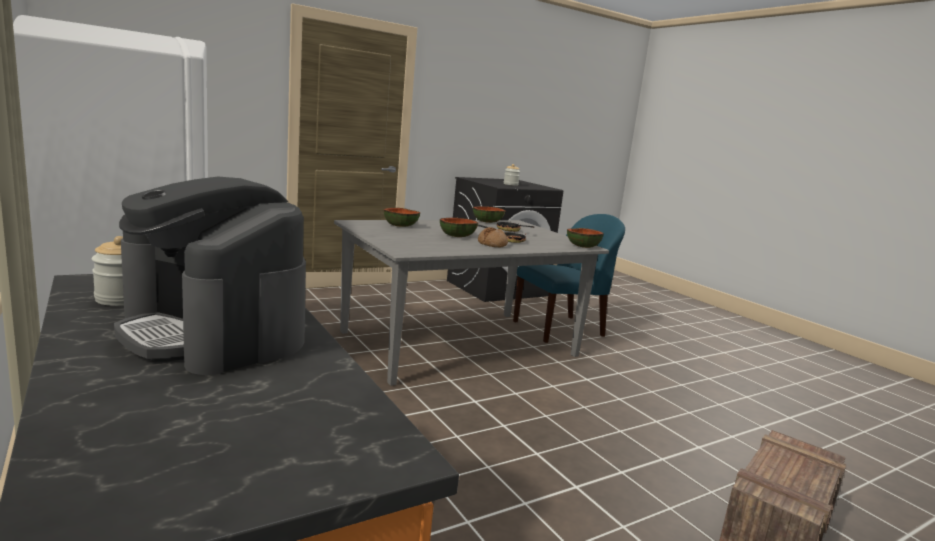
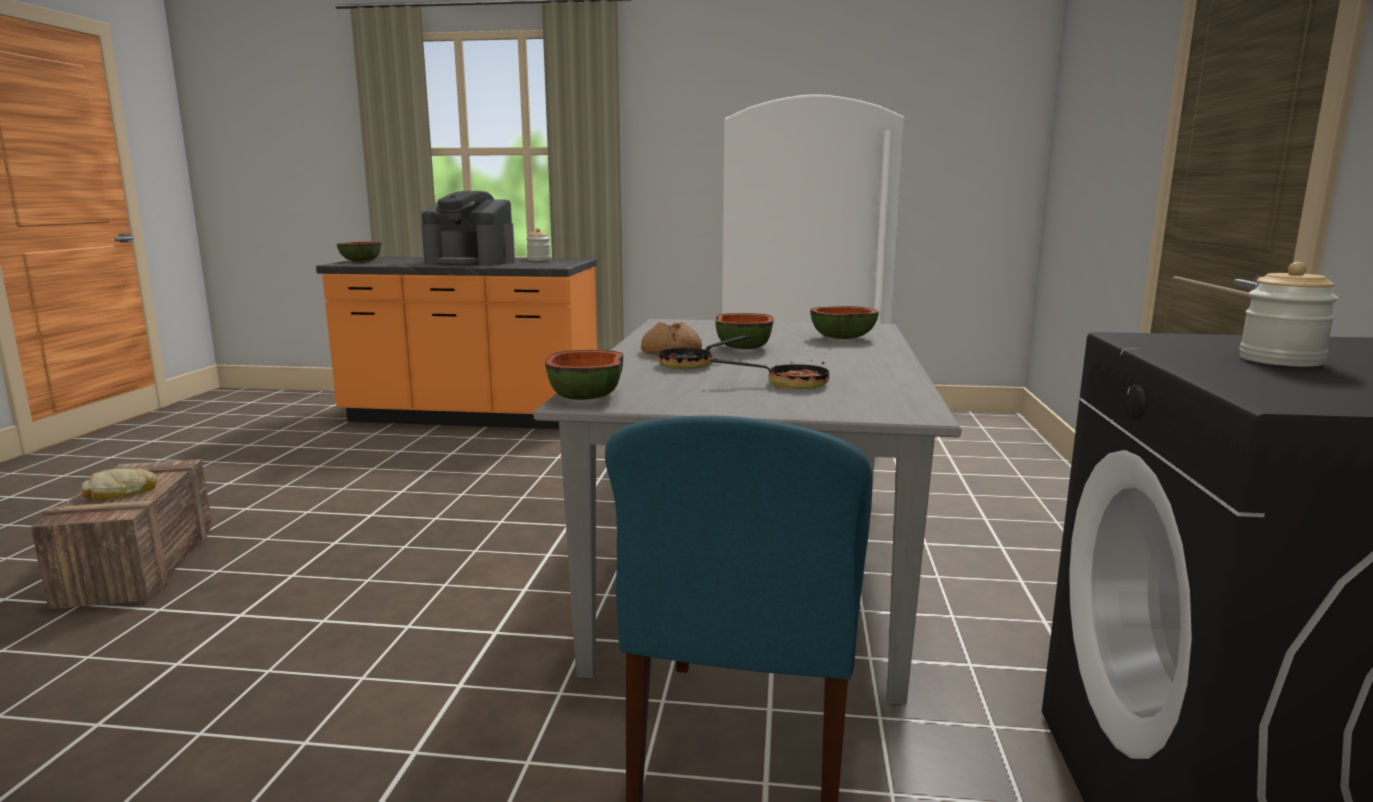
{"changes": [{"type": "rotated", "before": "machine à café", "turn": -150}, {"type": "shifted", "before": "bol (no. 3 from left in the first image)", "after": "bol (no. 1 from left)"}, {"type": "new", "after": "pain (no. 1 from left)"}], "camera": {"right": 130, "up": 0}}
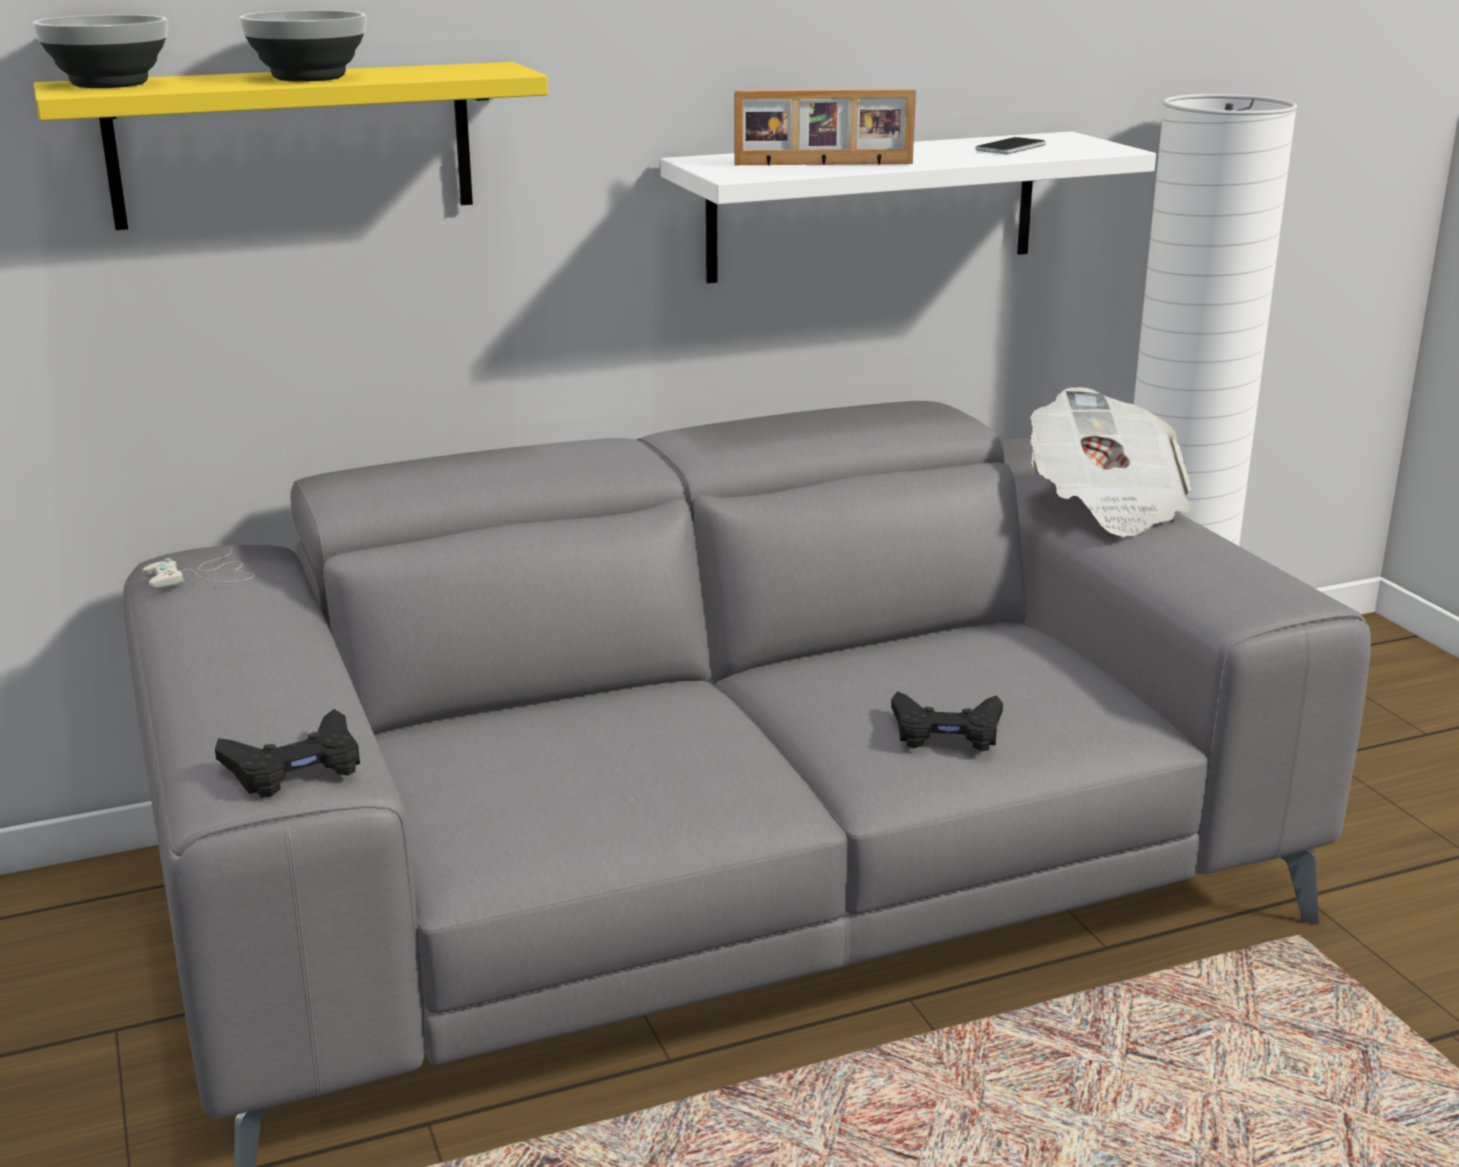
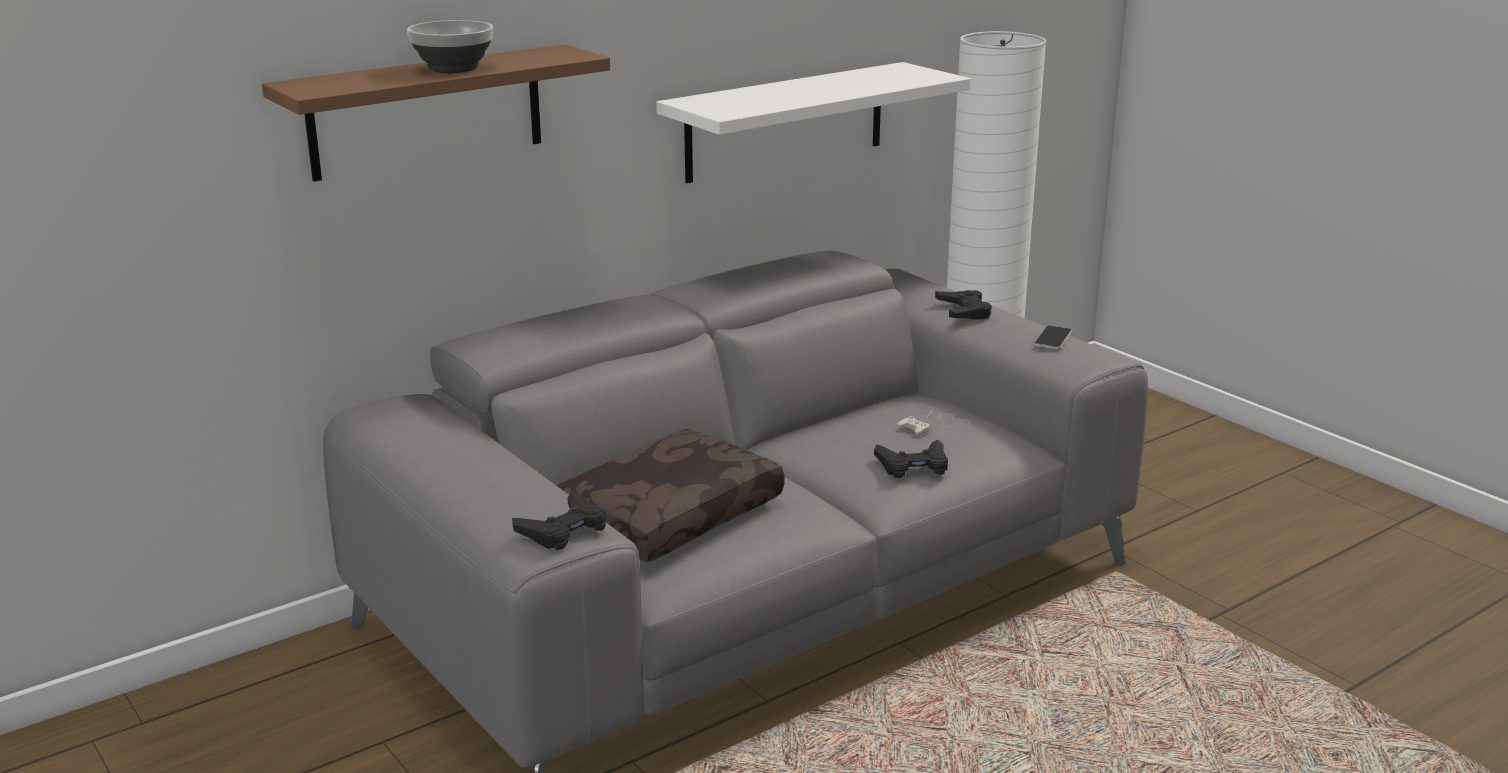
{"changes": [{"type": "gone", "before": "bol (no. 1 from left)"}, {"type": "repainted", "before": "étagère [jaune]", "after": "étagère [marron]"}, {"type": "gone", "before": "cadre photo"}, {"type": "shifted", "before": "téléphone"}, {"type": "swapped", "before": "journal", "after": "manette [noir] (no. 3 from left)"}, {"type": "shifted", "before": "manette [blanc]"}, {"type": "new", "after": "coussin [marron]"}], "camera": {"right": -15, "up": 0}}
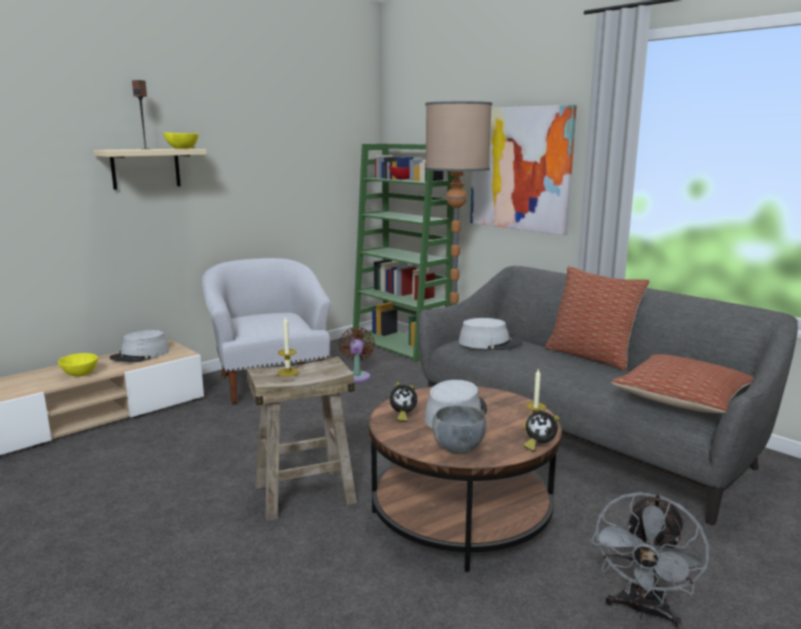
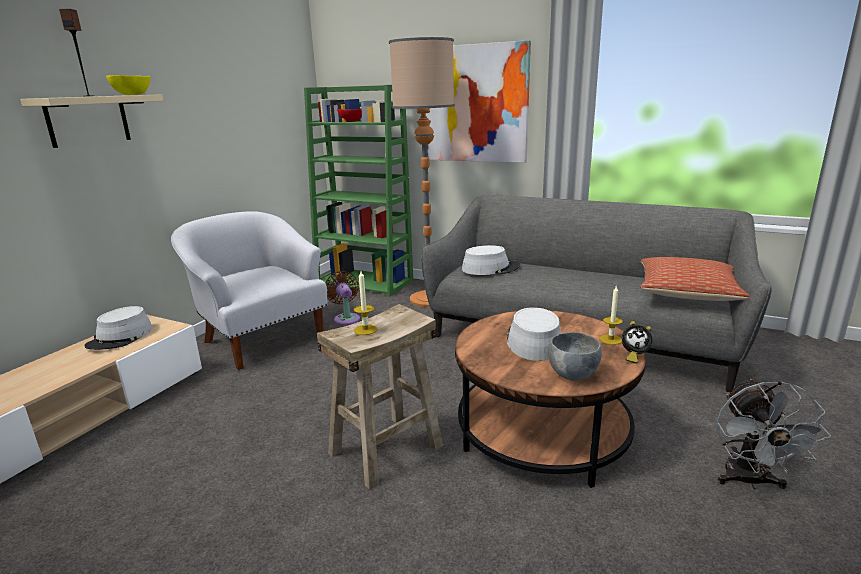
{"changes": [{"type": "gone", "before": "coussin (no. 1 from left)"}, {"type": "gone", "before": "bol [jaune] (no. 1 from left)"}, {"type": "gone", "before": "réveil (no. 1 from left)"}], "camera": {"right": -20, "up": 5}}
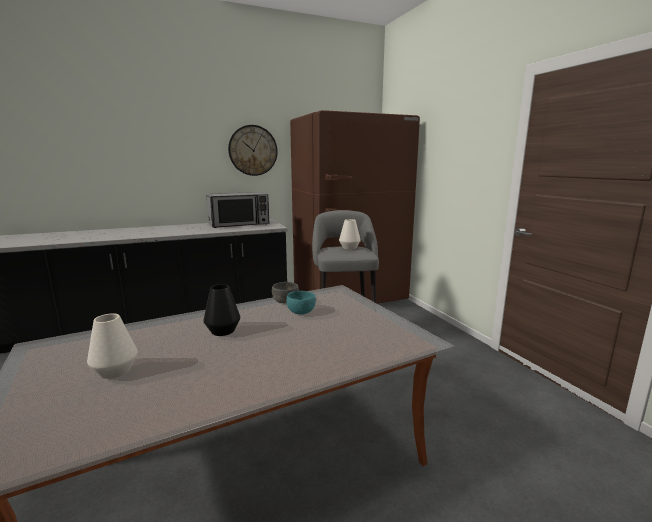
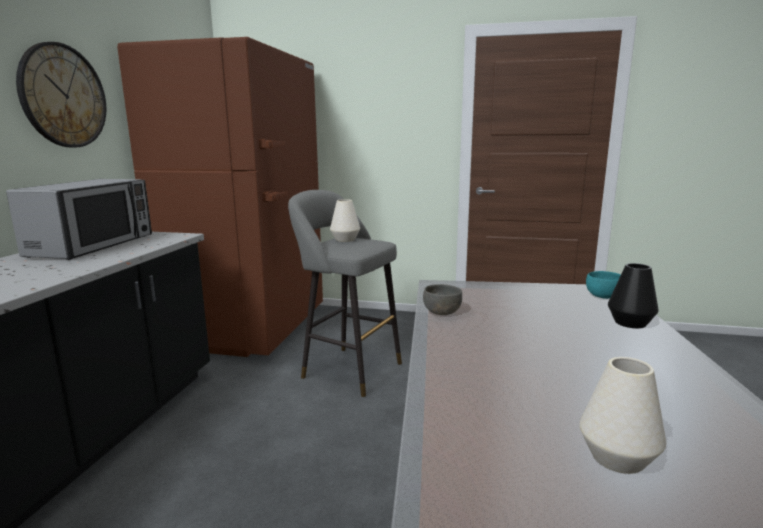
{"changes": [{"type": "shifted", "before": "vase [noir]"}, {"type": "shifted", "before": "bol [turquoise]"}], "camera": {"right": -55, "up": 0}}
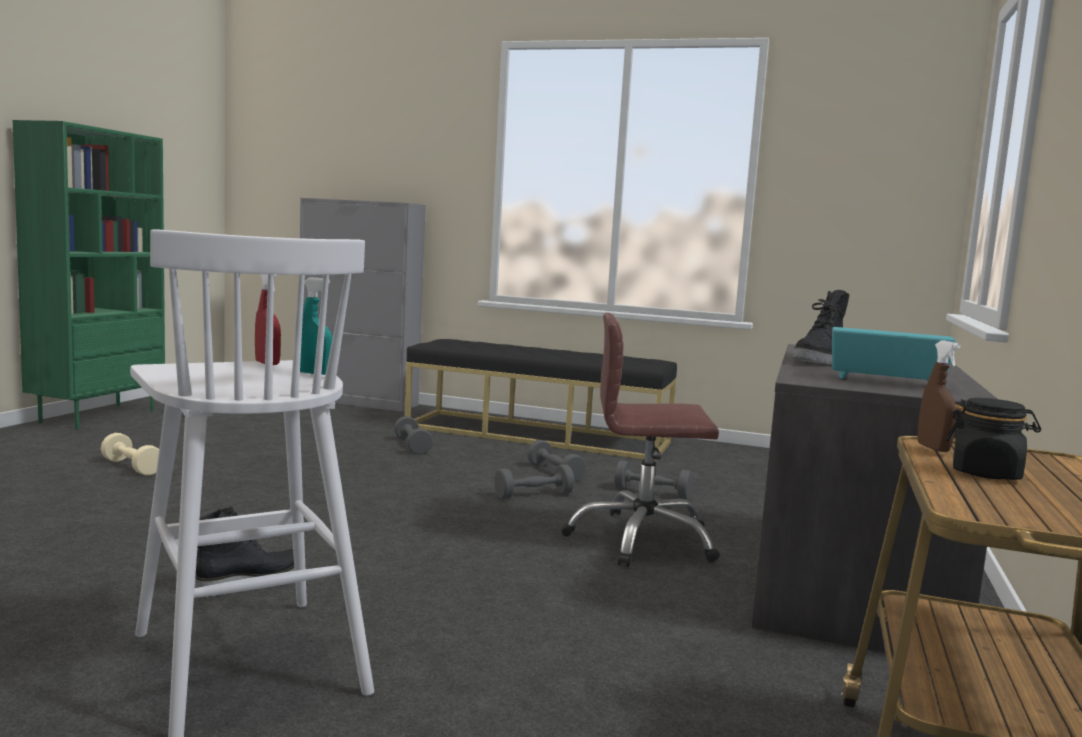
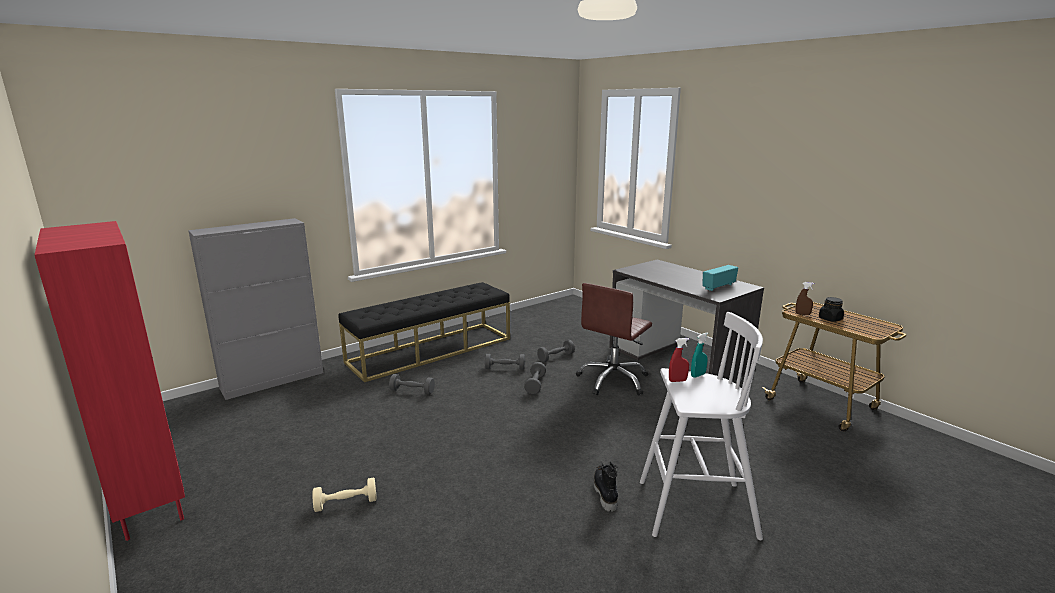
{"changes": [{"type": "repainted", "before": "bibliothèque [vert]", "after": "bibliothèque [rouge]"}, {"type": "gone", "before": "botte [noir] (no. 2 from left)"}], "camera": {"right": -55, "up": 10}}
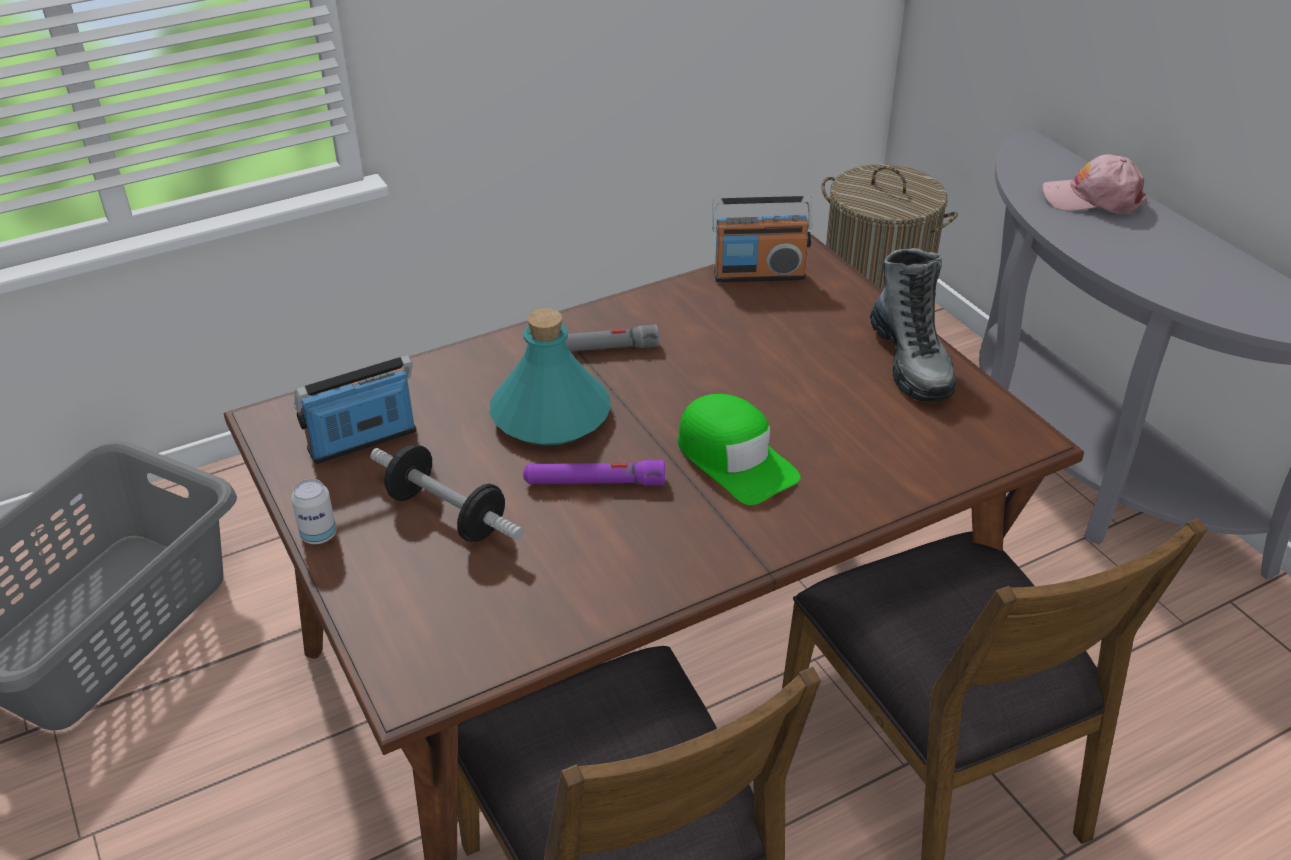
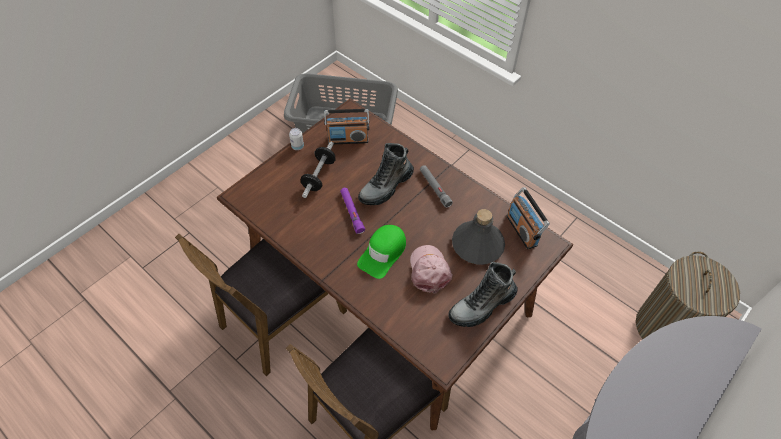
{"changes": [{"type": "shifted", "before": "casquette [rose]"}, {"type": "swapped", "before": "bouteille [turquoise]", "after": "botte (no. 1 from left)"}, {"type": "rotated", "before": "radio (no. 1 from left)", "turn": 135}, {"type": "new", "after": "bouteille [gris]"}], "camera": {"right": 70, "up": 15}}
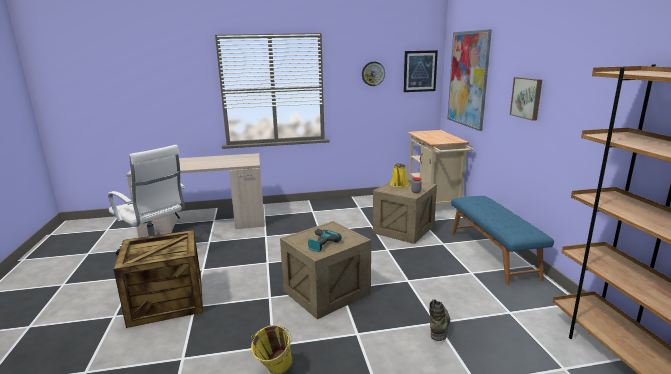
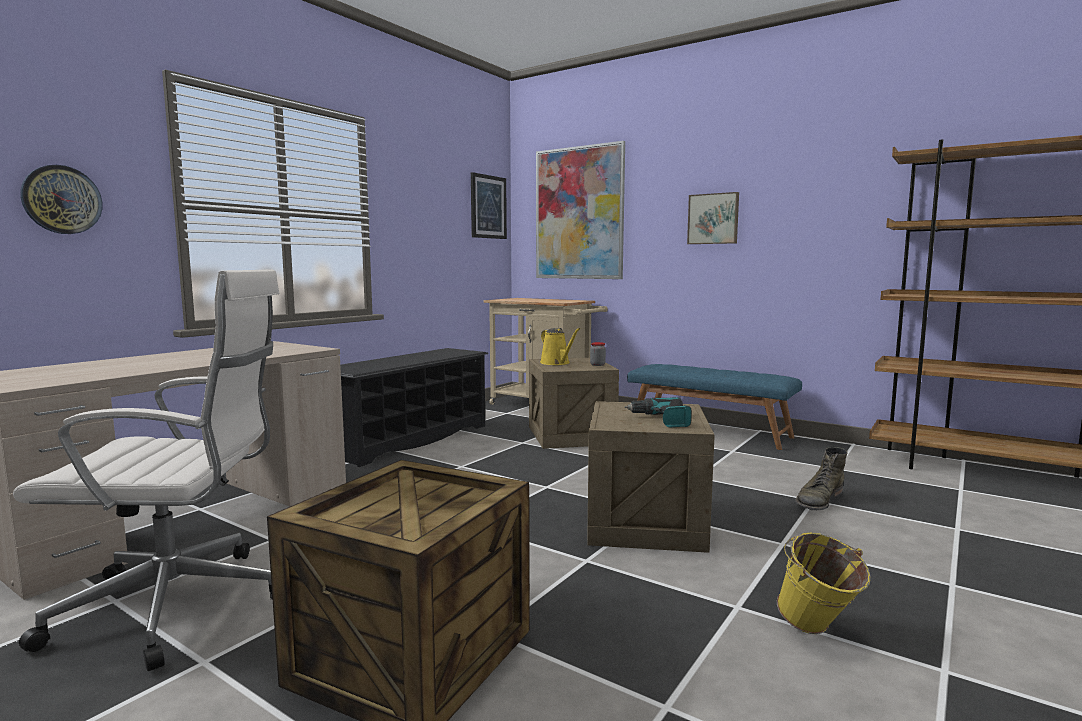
{"changes": [{"type": "shifted", "before": "horloge murale"}, {"type": "rotated", "before": "botte [vert]", "turn": -105}, {"type": "new", "after": "étagère à chaussures [noir]"}], "camera": {"right": -45, "up": -10}}
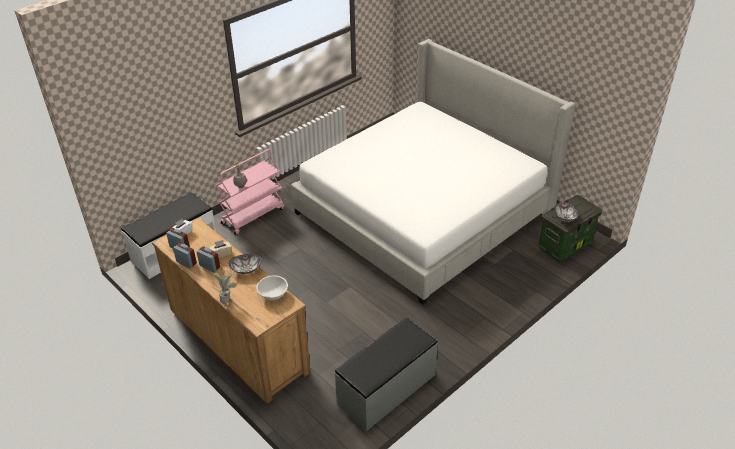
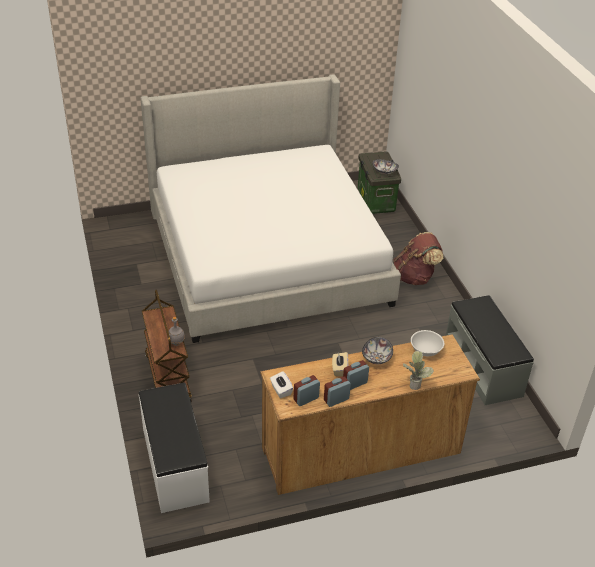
{"changes": [{"type": "repainted", "before": "chariot [rose]", "after": "chariot [marron]"}, {"type": "new", "after": "sac à dos [marron]"}], "camera": {"right": -65, "up": 0}}
